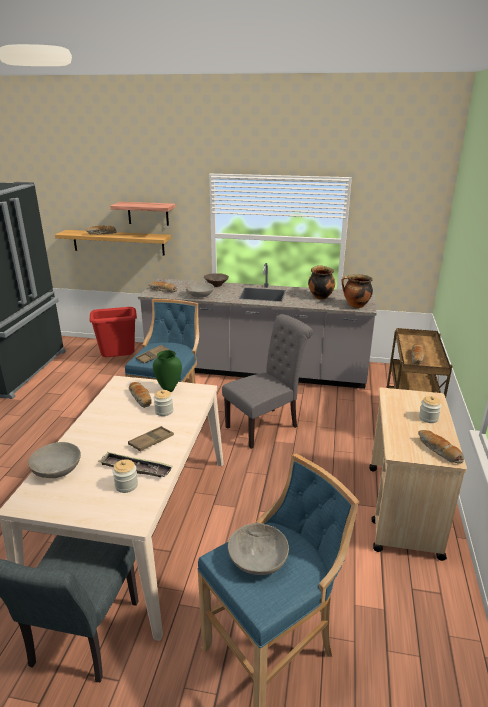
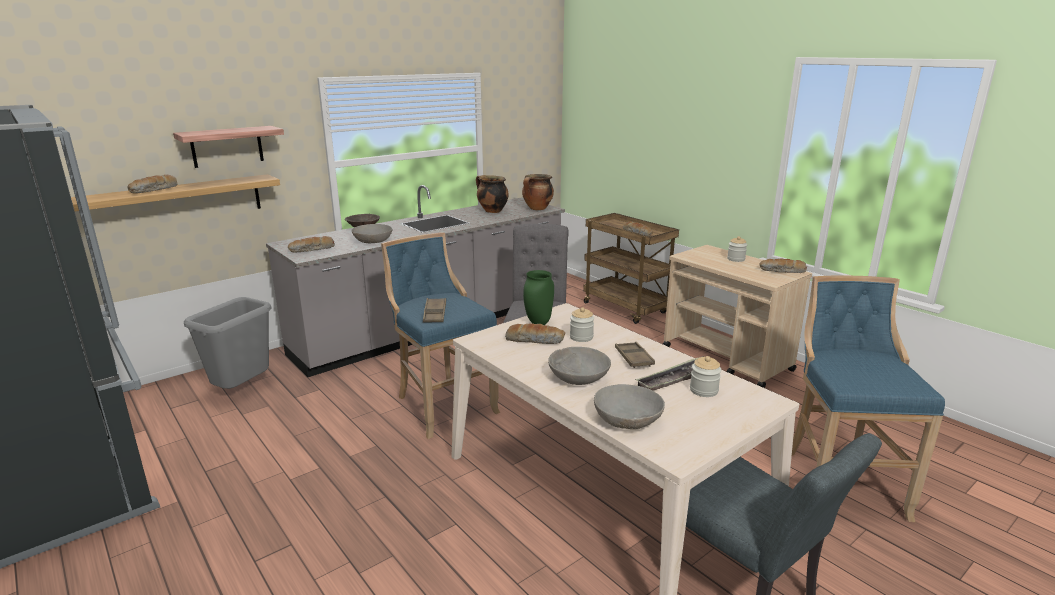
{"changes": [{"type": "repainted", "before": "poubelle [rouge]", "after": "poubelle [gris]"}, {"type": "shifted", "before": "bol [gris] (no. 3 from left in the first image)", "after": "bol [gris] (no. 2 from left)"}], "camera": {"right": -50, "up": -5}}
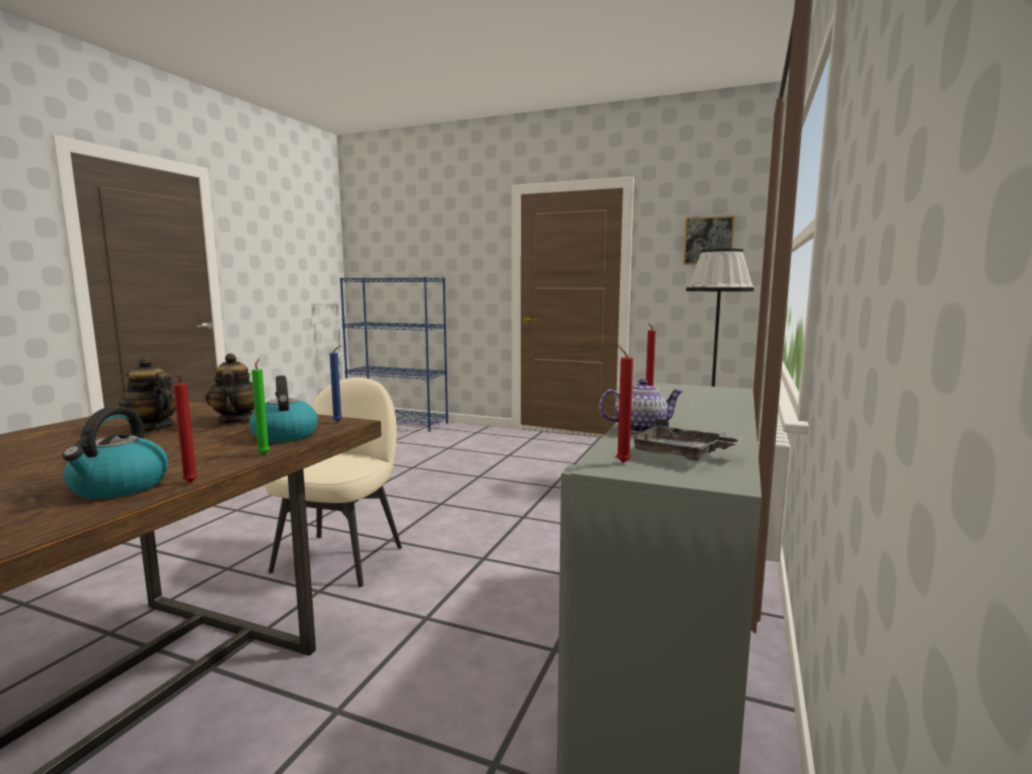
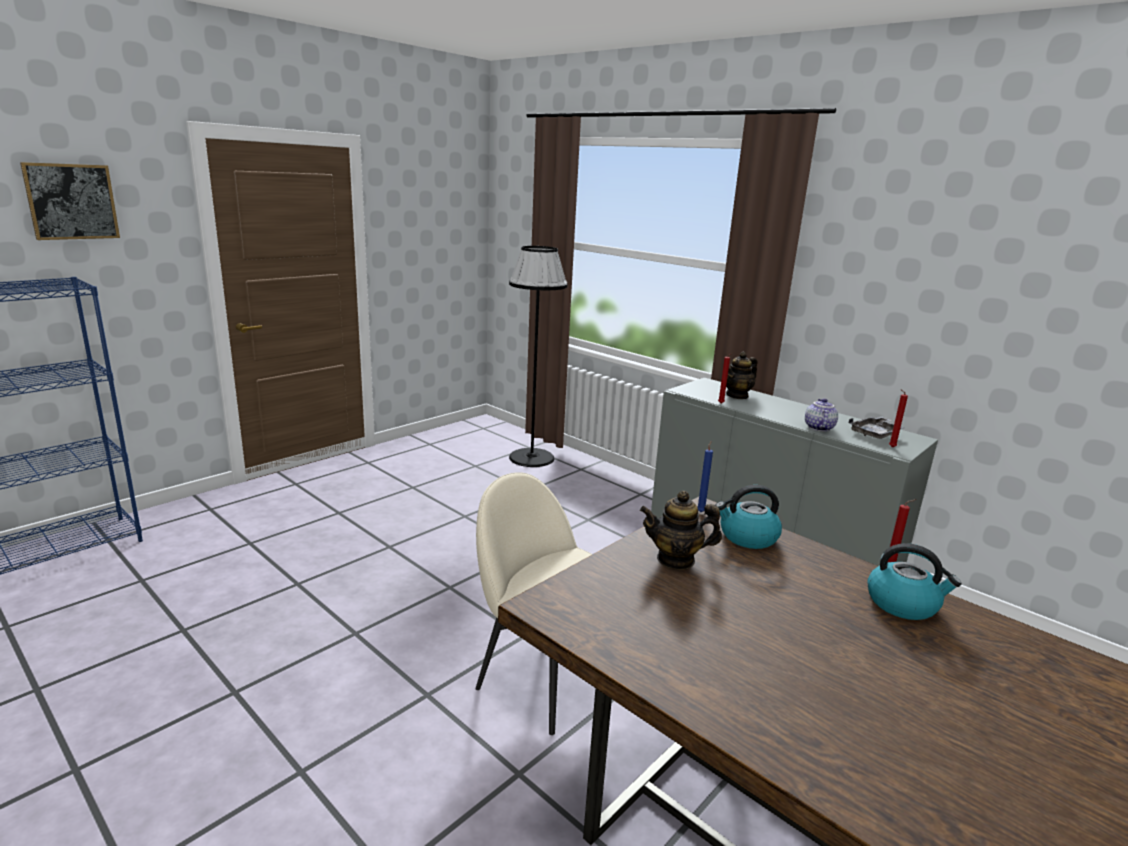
{"changes": [{"type": "shifted", "before": "tableau"}, {"type": "shifted", "before": "théière (no. 1 from left in the first image)", "after": "théière (no. 2 from left)"}, {"type": "gone", "before": "bougie [vert]"}], "camera": {"right": -70, "up": 10}}
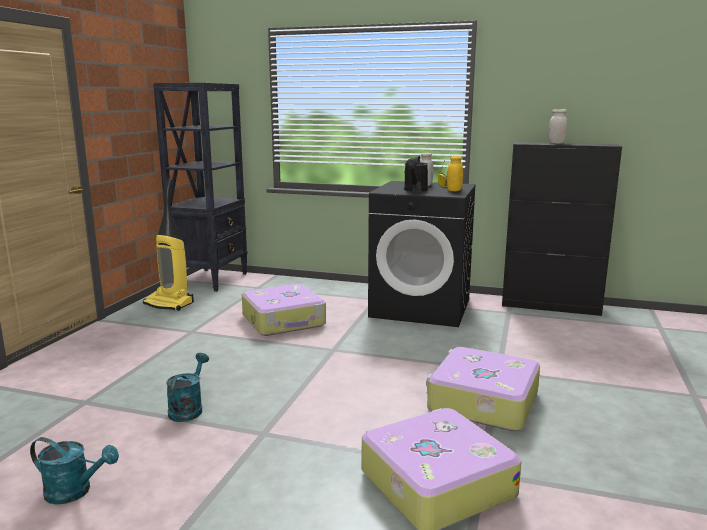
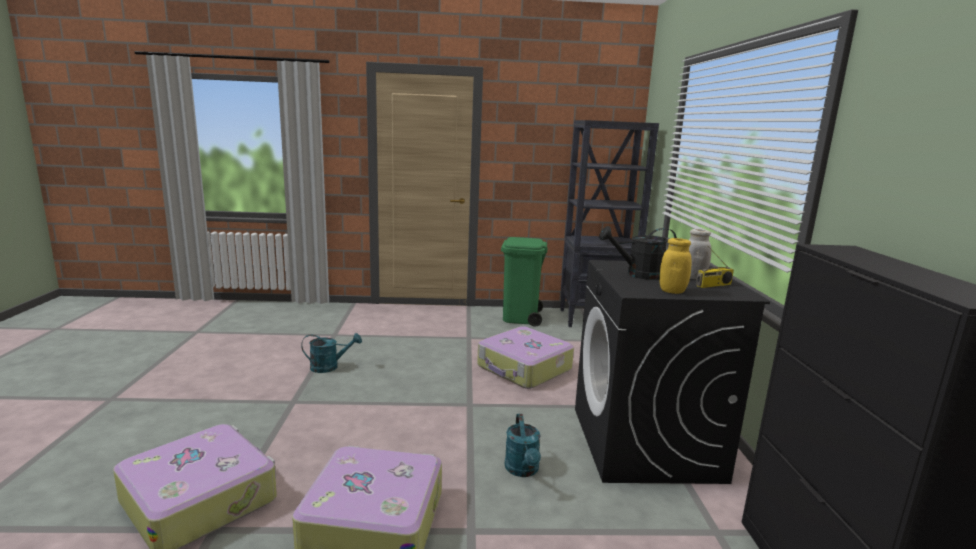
{"changes": [{"type": "gone", "before": "bocal [blanc] (no. 2 from left)"}, {"type": "swapped", "before": "aspirateur", "after": "poubelle [vert]"}, {"type": "shifted", "before": "arrosoir [turquoise] (no. 1 from left in the first image)", "after": "arrosoir [turquoise] (no. 2 from left)"}], "camera": {"right": 70, "up": 0}}
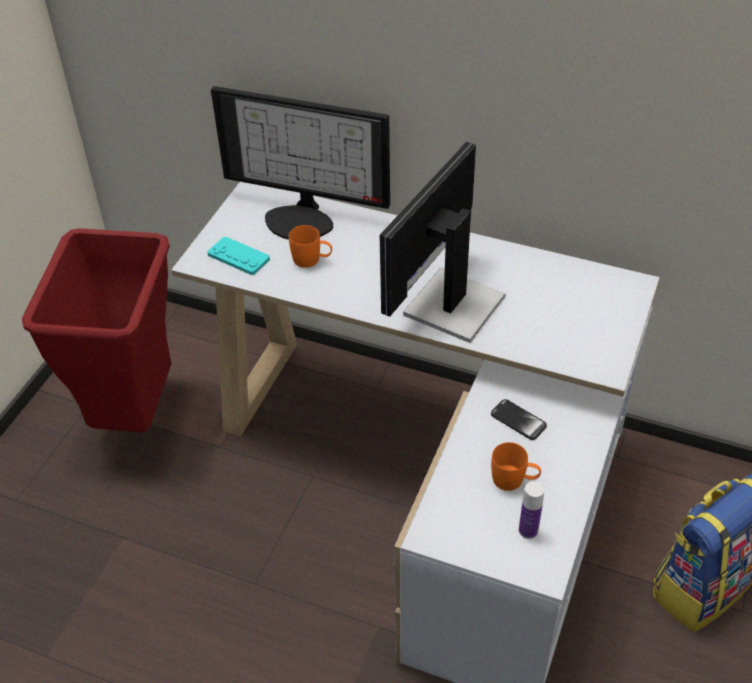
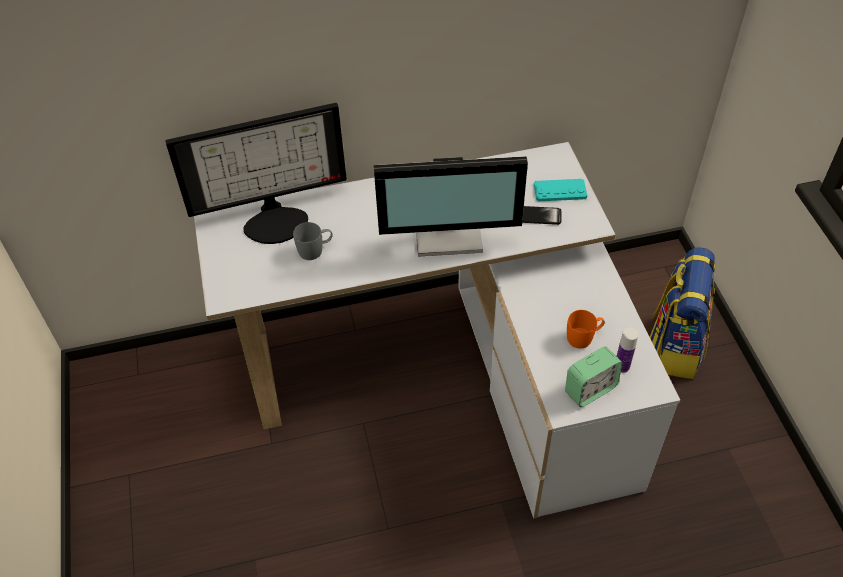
{"changes": [{"type": "rotated", "before": "écran d'ordinateur (no. 2 from left)", "turn": -90}, {"type": "repainted", "before": "mug [orange] (no. 1 from left)", "after": "mug [gris]"}, {"type": "gone", "before": "poubelle [rouge]"}, {"type": "shifted", "before": "manette [turquoise]"}, {"type": "shifted", "before": "téléphone"}, {"type": "new", "after": "réveil"}], "camera": {"right": -35, "up": 5}}
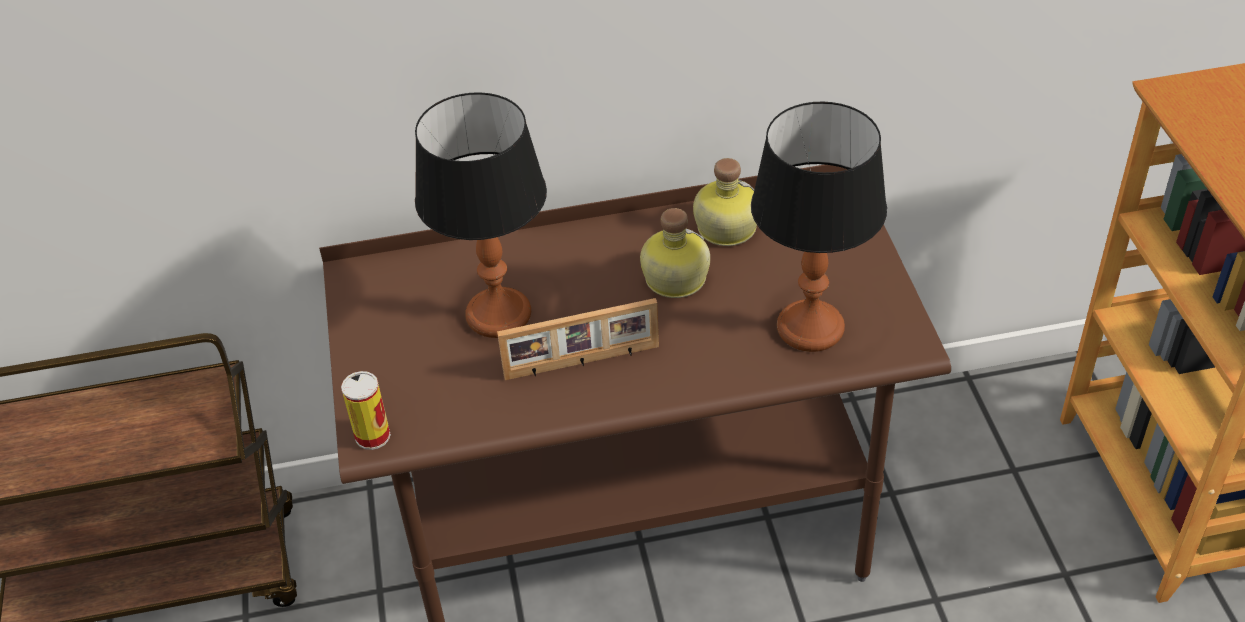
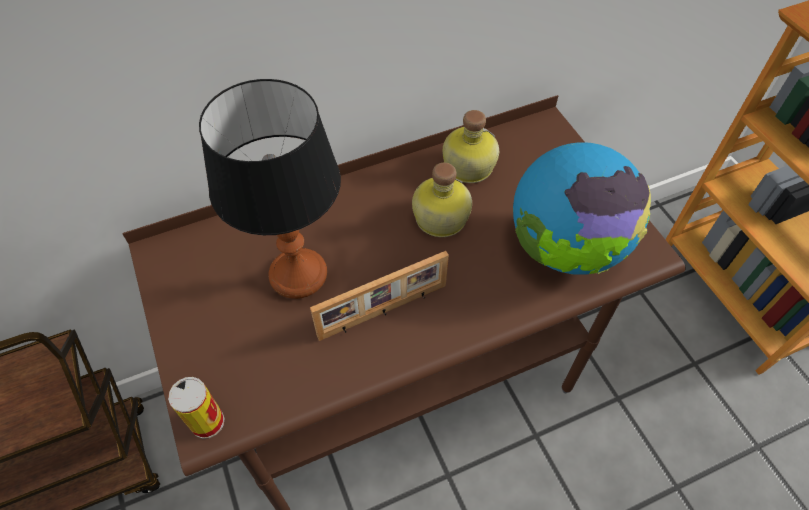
{"changes": [{"type": "swapped", "before": "lampe de table (no. 2 from left)", "after": "globe"}], "camera": {"right": -15, "up": 10}}
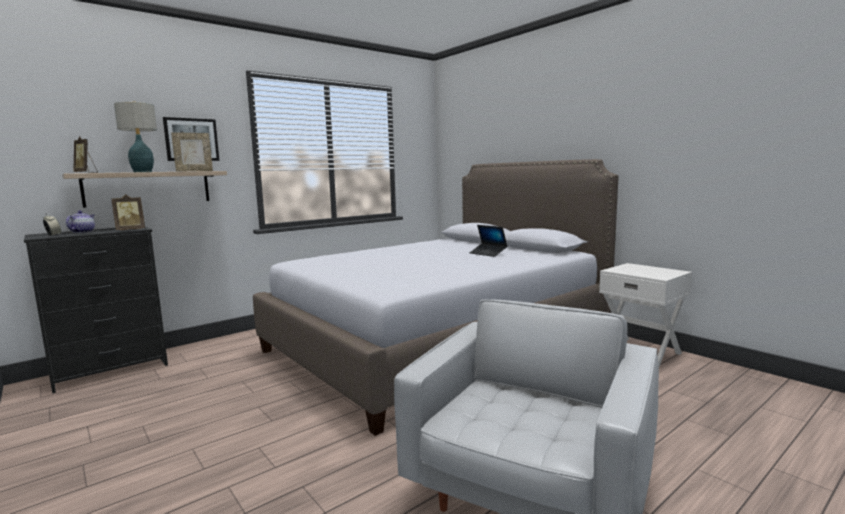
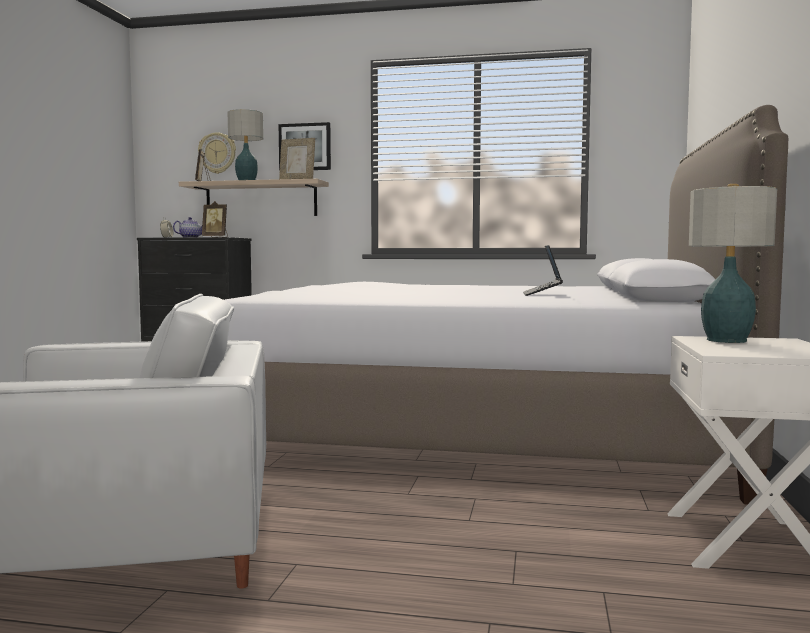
{"changes": [{"type": "new", "after": "horloge murale"}, {"type": "new", "after": "lampe de table (no. 2 from left)"}], "camera": {"right": 50, "up": -5}}
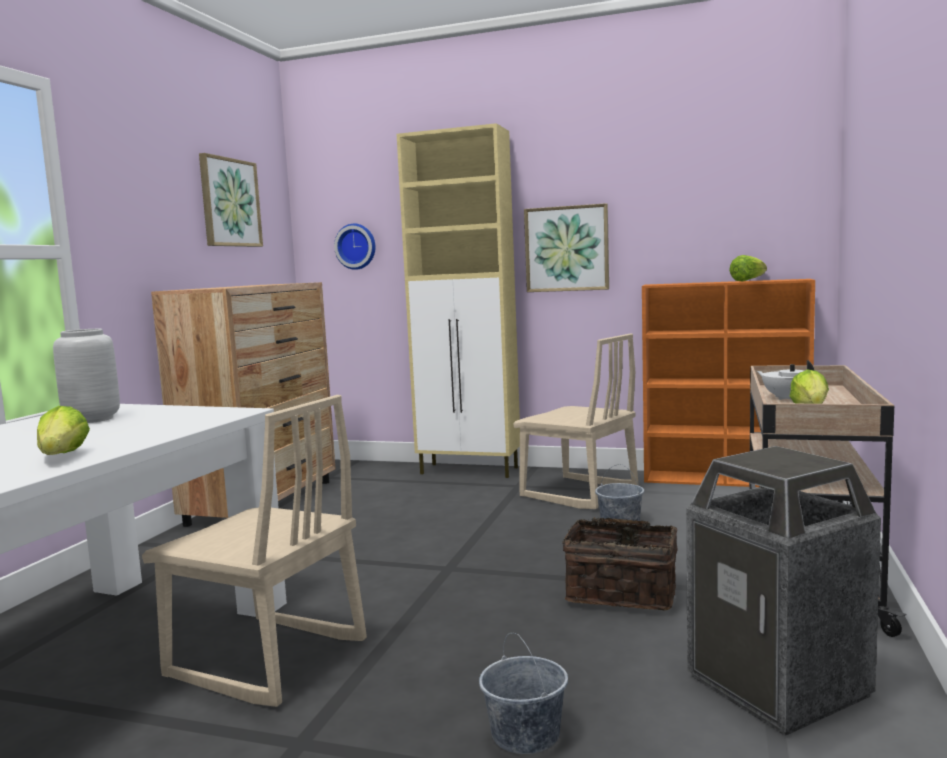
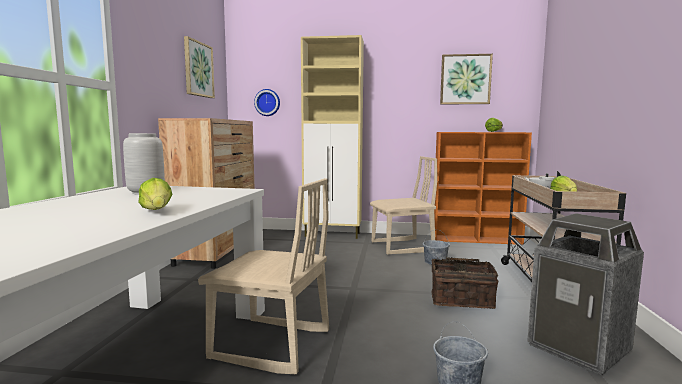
{"changes": [{"type": "shifted", "before": "tableau (no. 2 from left)"}, {"type": "rotated", "before": "chaise [beige] (no. 2 from left)", "turn": -45}], "camera": {"right": -10, "up": 0}}
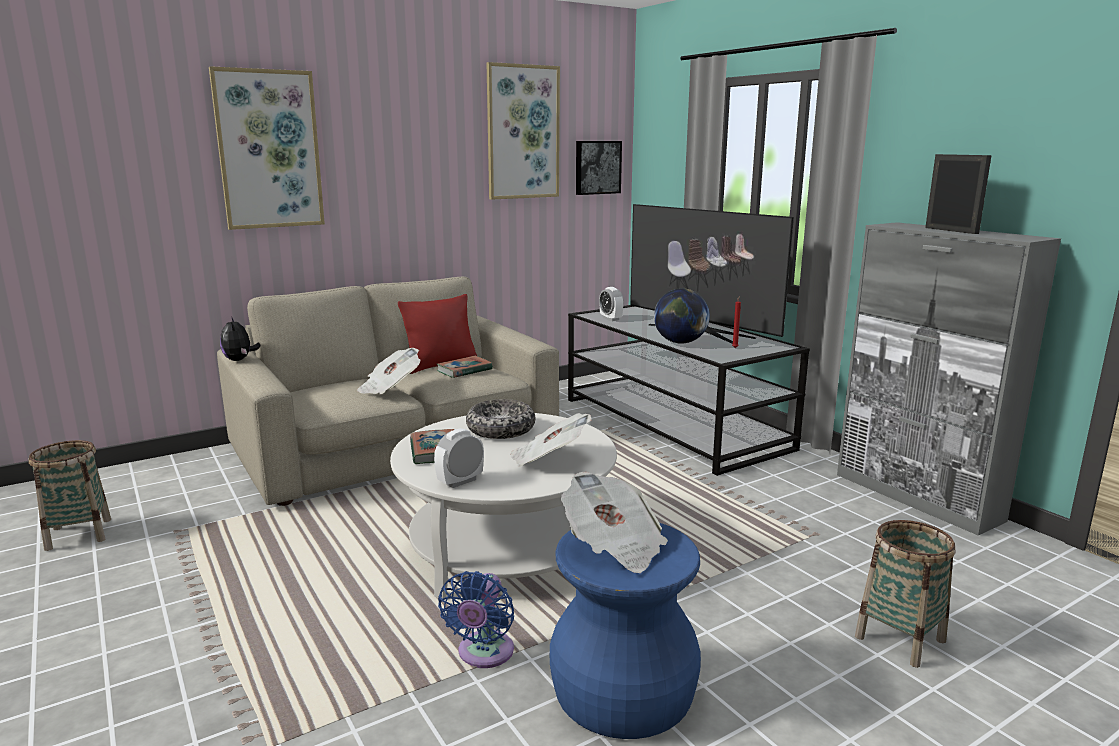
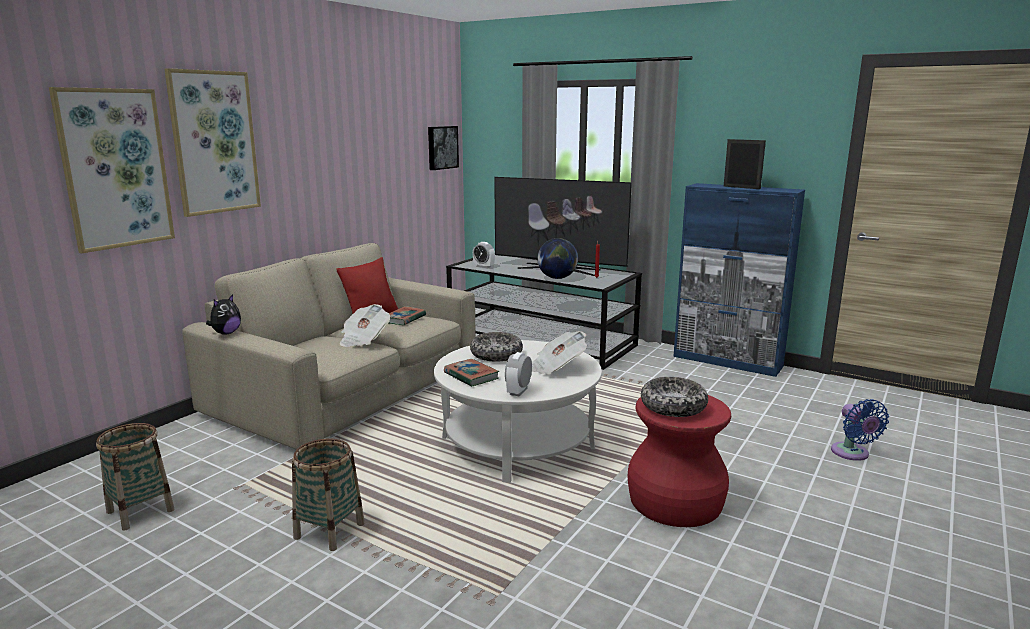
{"changes": [{"type": "shifted", "before": "tableau (no. 2 from left in the first image)", "after": "tableau (no. 1 from left)"}, {"type": "repainted", "before": "meuble de rangement [gris]", "after": "meuble de rangement [bleu]"}, {"type": "rotated", "before": "peluche", "turn": -105}, {"type": "swapped", "before": "journal (no. 3 from left)", "after": "bol (no. 2 from left)"}, {"type": "shifted", "before": "panier (no. 2 from left)"}, {"type": "repainted", "before": "tabouret [bleu]", "after": "tabouret [rouge]"}, {"type": "shifted", "before": "ventilateur [bleu]"}], "camera": {"right": -25, "up": 0}}
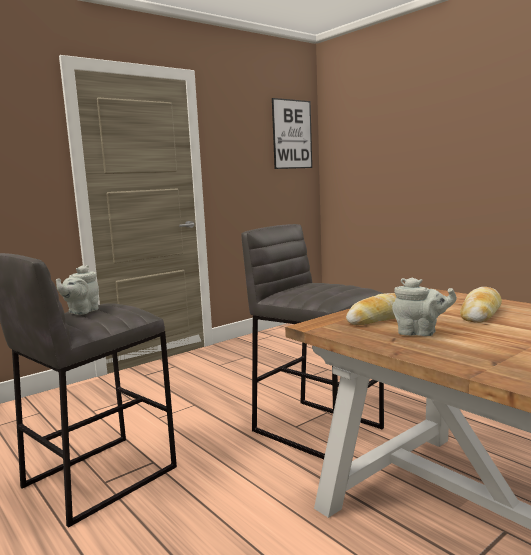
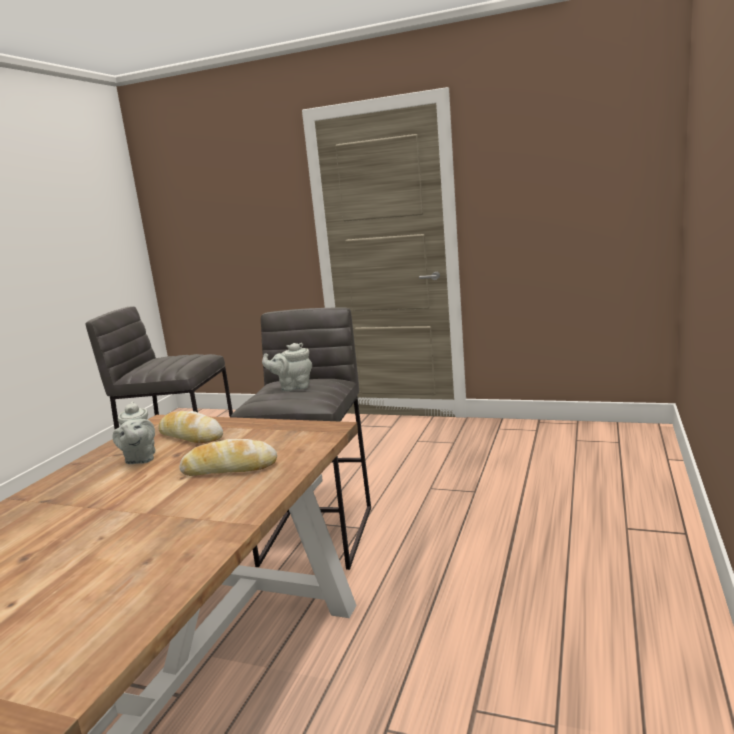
{"changes": [{"type": "gone", "before": "tableau"}, {"type": "shifted", "before": "théière [gris] (no. 1 from left in the first image)", "after": "théière [gris] (no. 2 from left)"}], "camera": {"right": 60, "up": 5}}
